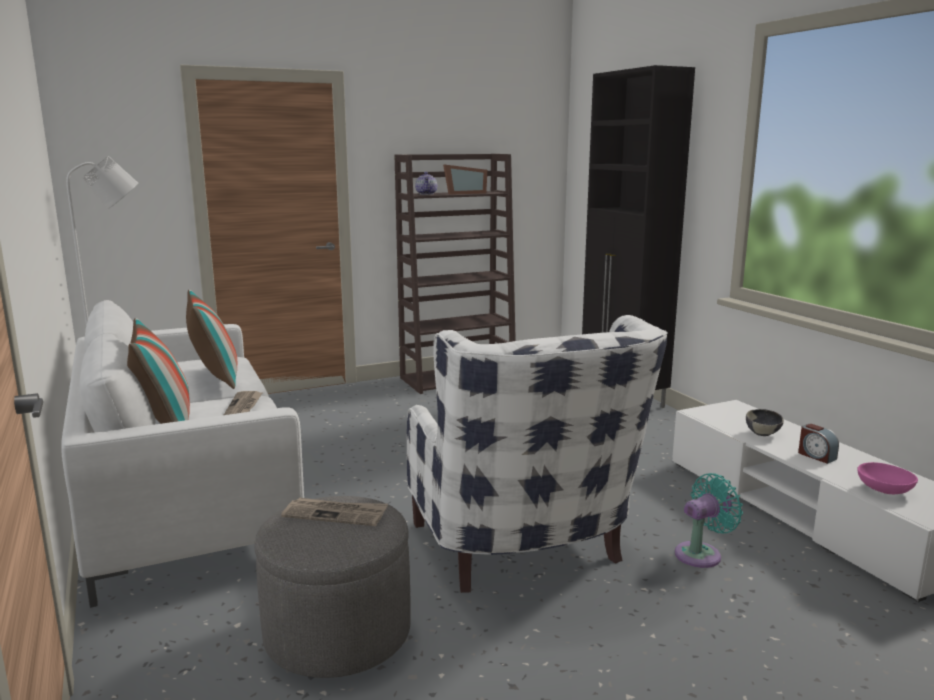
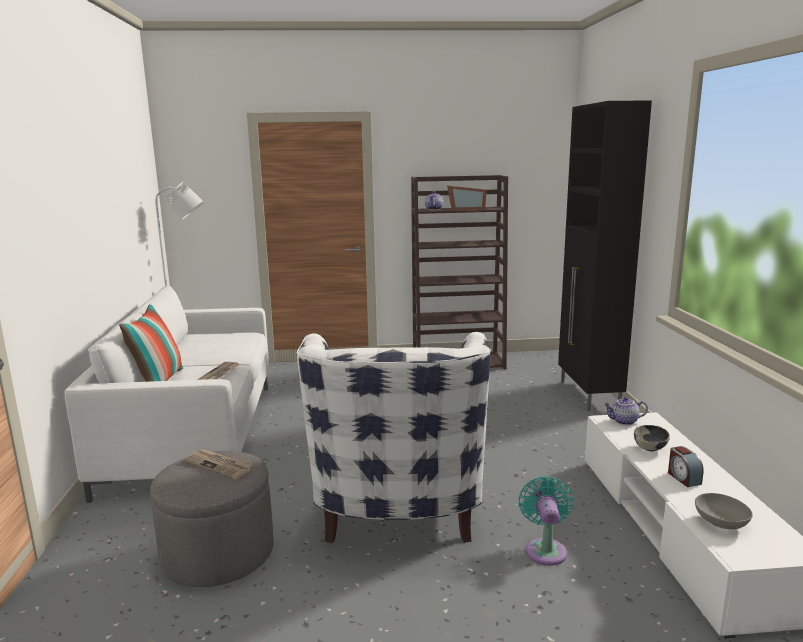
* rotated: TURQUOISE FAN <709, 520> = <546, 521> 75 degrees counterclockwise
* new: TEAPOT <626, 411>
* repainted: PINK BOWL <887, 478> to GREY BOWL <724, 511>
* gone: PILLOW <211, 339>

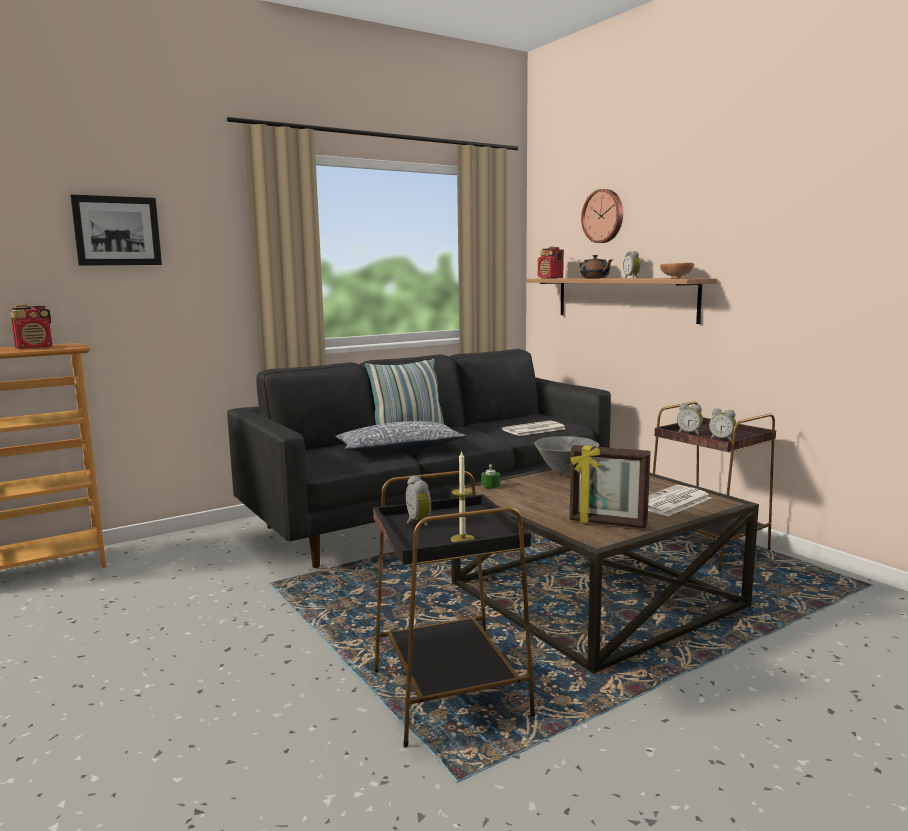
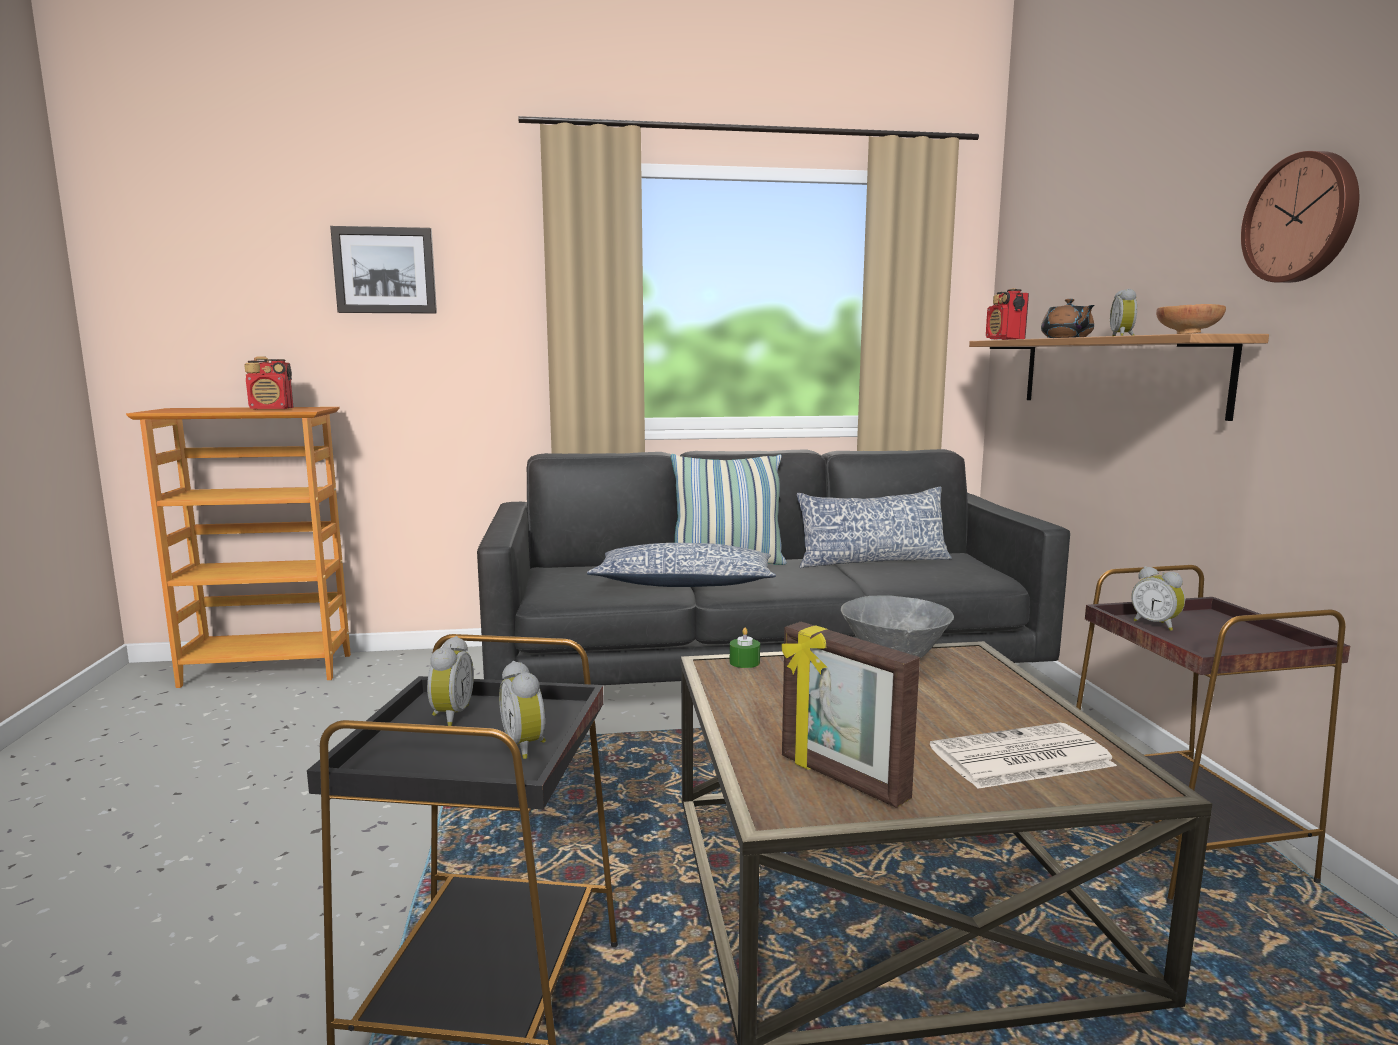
* shifted: ALARM CLOCK <722, 424> to <522, 710>
* new: PILLOW <874, 527>
* shifted: WALL CLOCK <602, 216> to <1300, 217>
* gone: CANDLE <463, 496>
* gone: NEWSPAPER <534, 428>

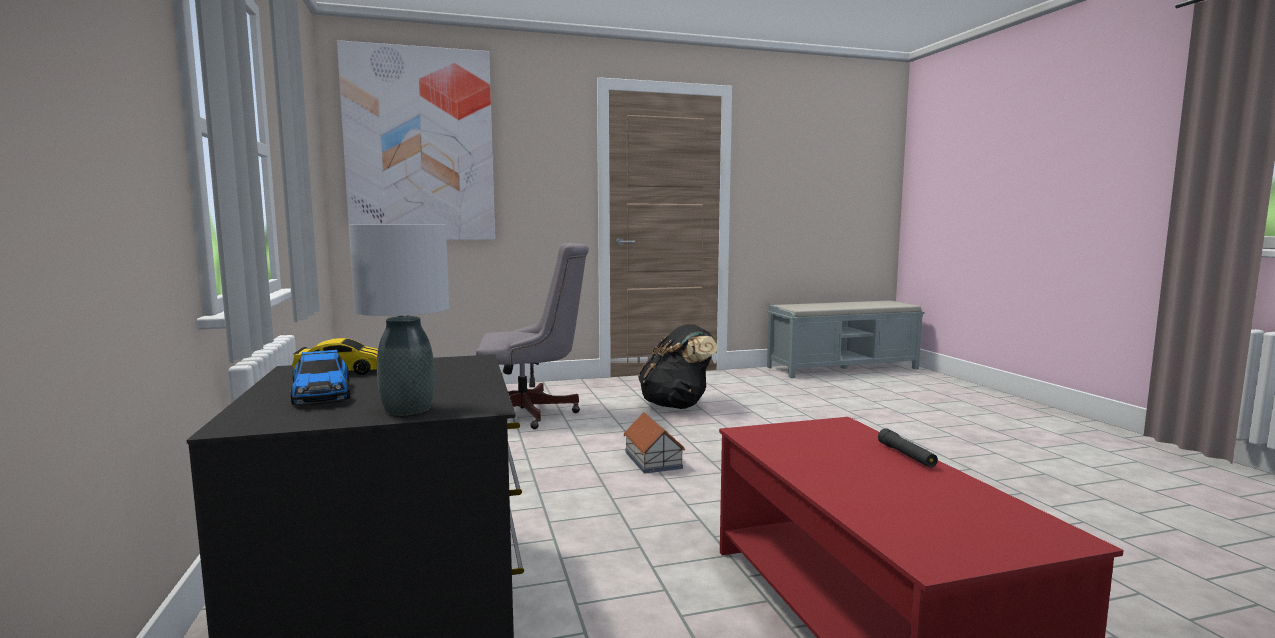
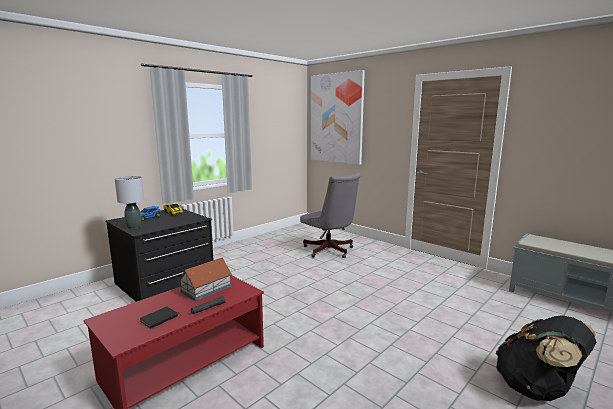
* new: BLACK BOOK <160, 317>
* shifted: TOY HOUSE <654, 443> to <205, 279>
* shifted: BLACK BACKPACK <678, 366> to <546, 358>

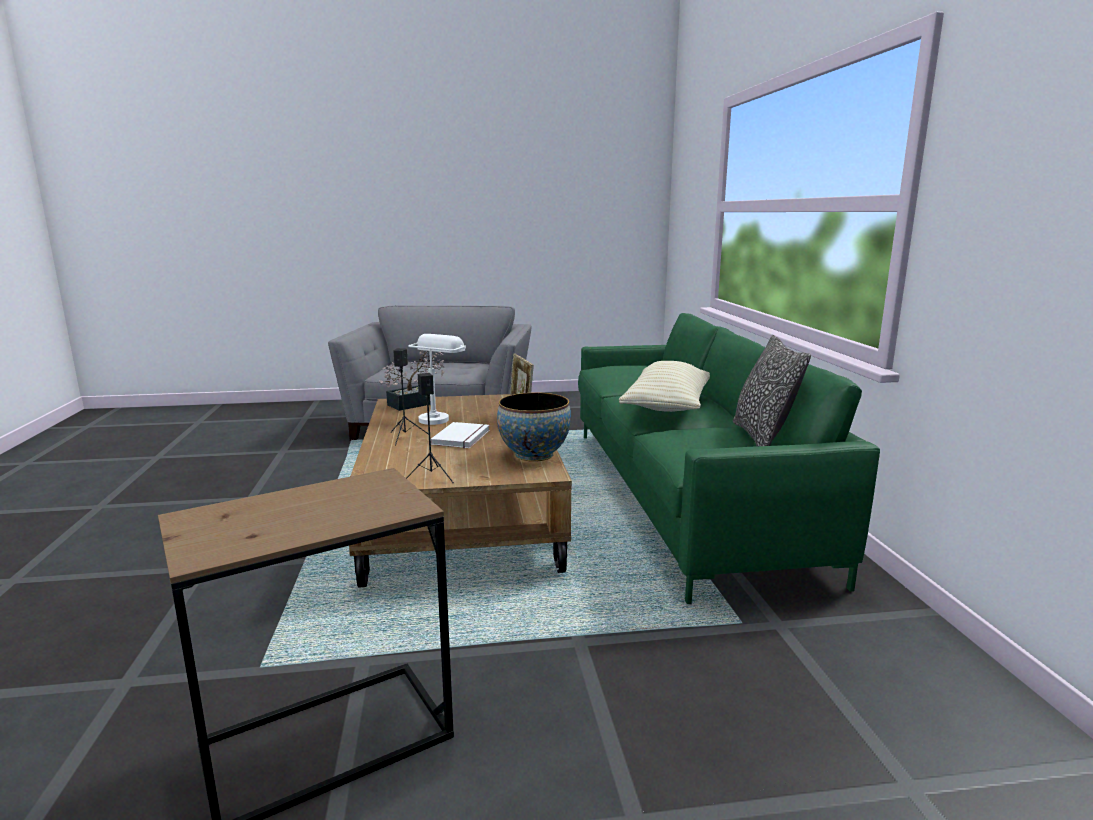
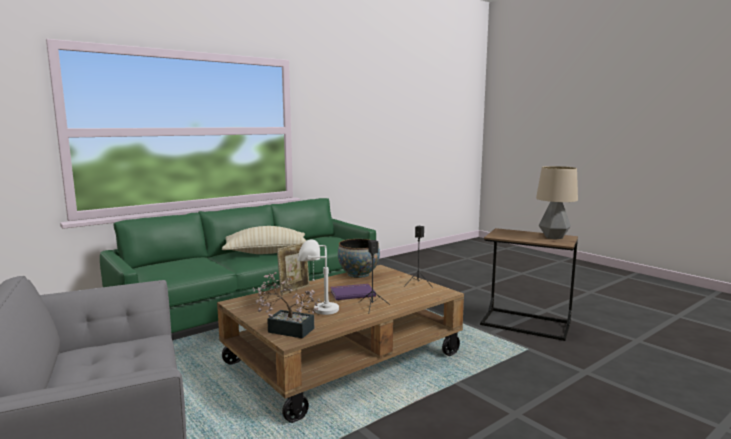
* repainted: WHITE BOOK <460, 435> to PURPLE BOOK <353, 292>
* new: TABLE LAMP <557, 202>
* gone: PILLOW <772, 390>

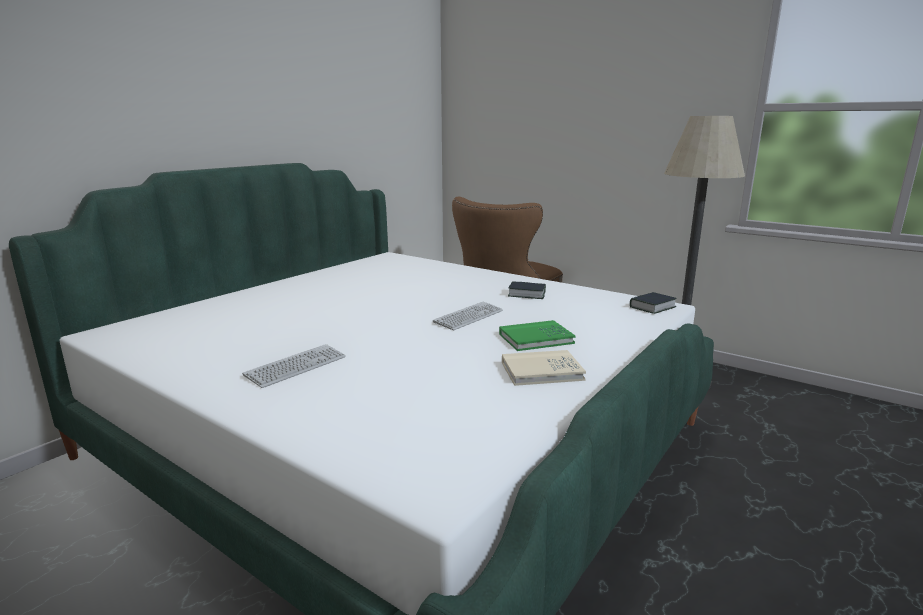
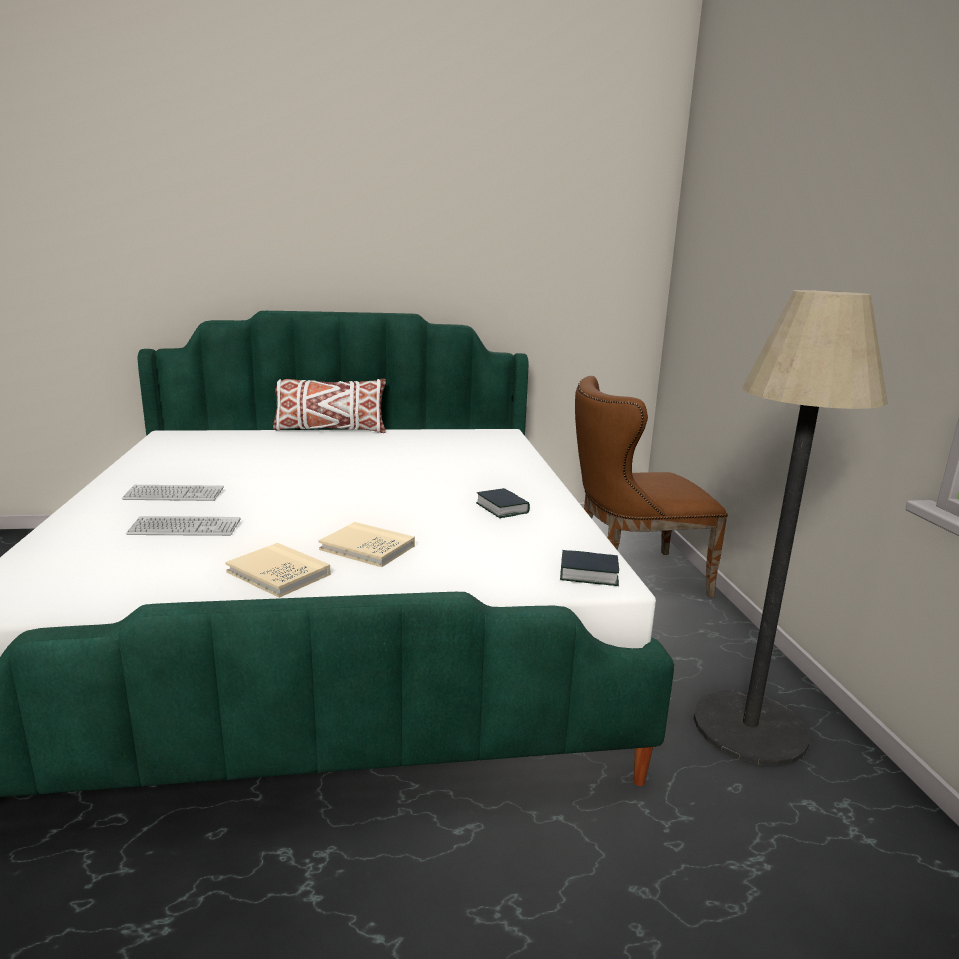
* shifted: KEYBOARD <468, 316> to <183, 526>
* new: WHITE PILLOW <329, 406>
* repainted: GREEN BOOK <537, 335> to BEIGE BOOK <367, 544>

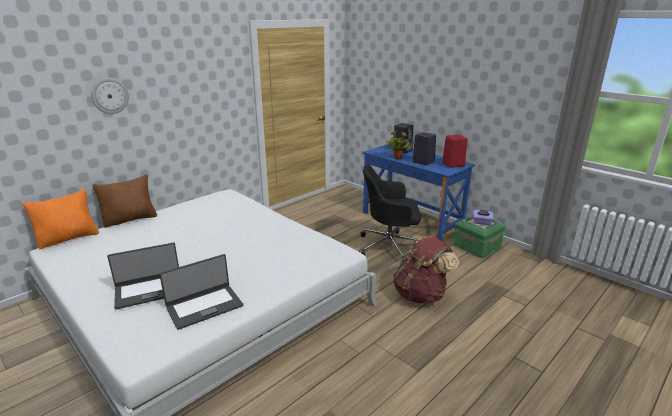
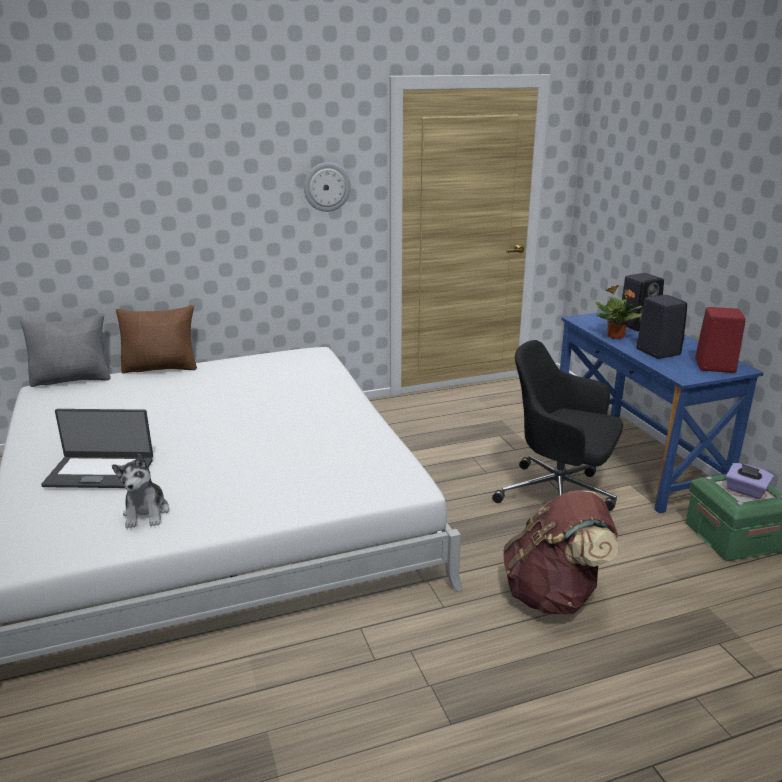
* repainted: ORANGE PILLOW <60, 218> to GREY PILLOW <65, 350>
* swapped: LAPTOP <201, 292> to PLUSH TOY <140, 491>
* shifted: WALL CLOCK <110, 96> to <327, 187>

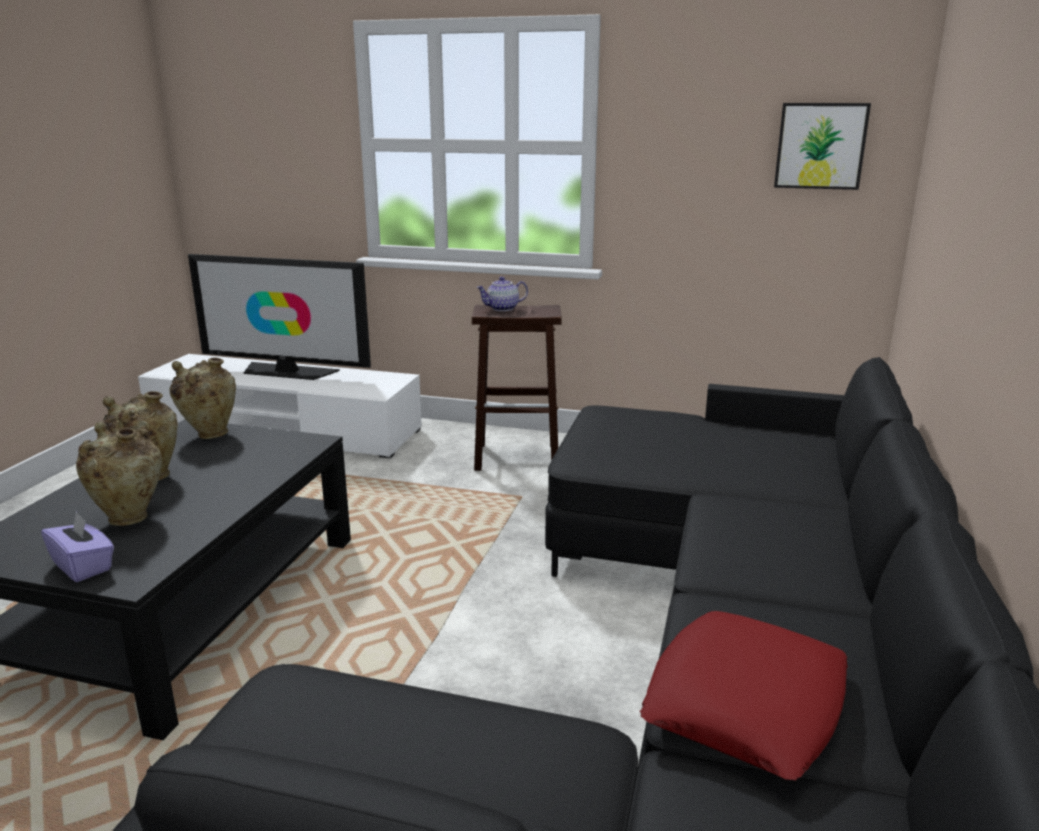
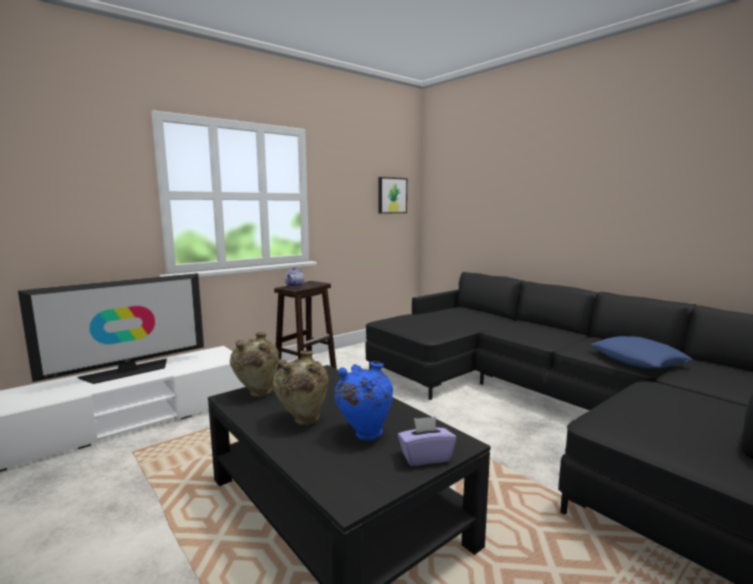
* repainted: BEIGE VASE <119, 473> to BLUE VASE <364, 401>
* repainted: RED PILLOW <744, 695> to BLUE PILLOW <642, 352>

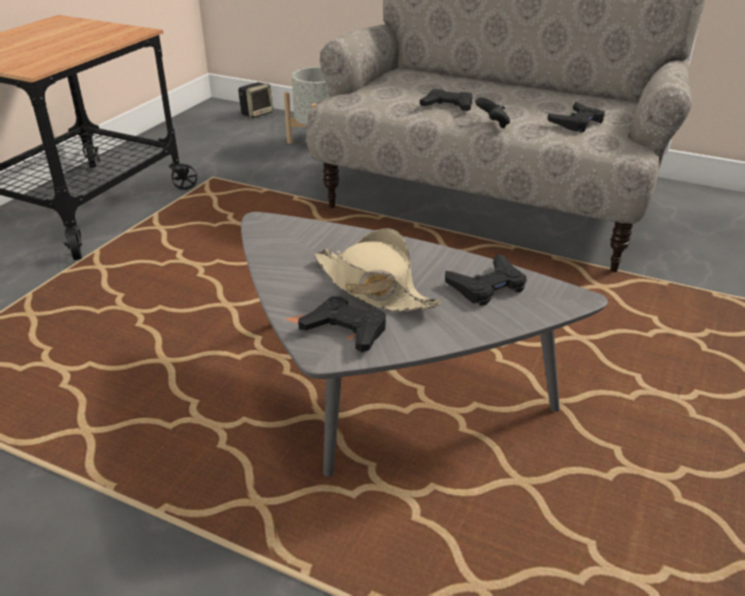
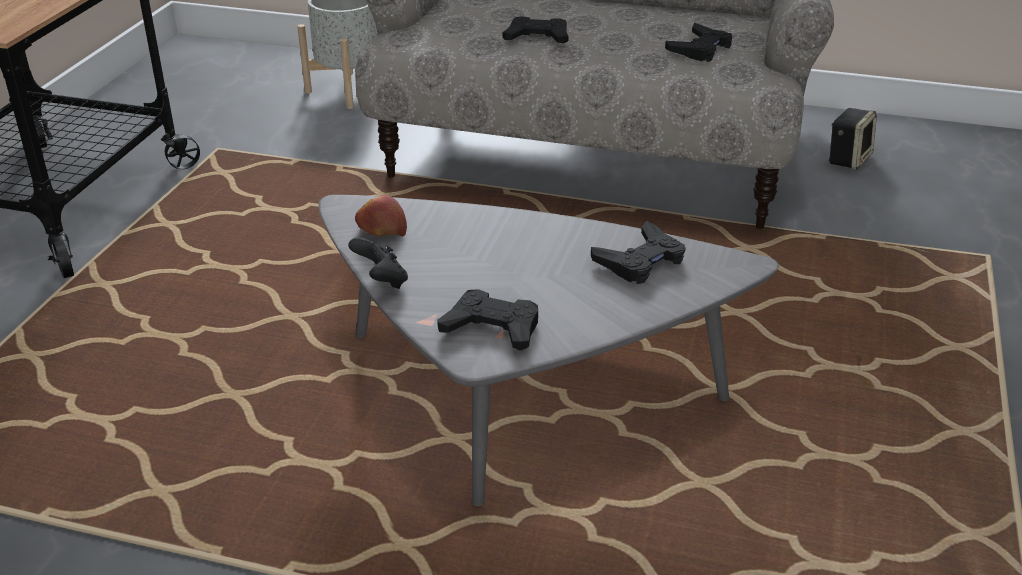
* shifted: BLACK GAME CONTROLLER <492, 113> to <378, 263>
* new: APPLE <381, 216>
* shifted: SPEAKER <255, 100> to <853, 139>
* gone: BEIGE HAT <378, 270>

